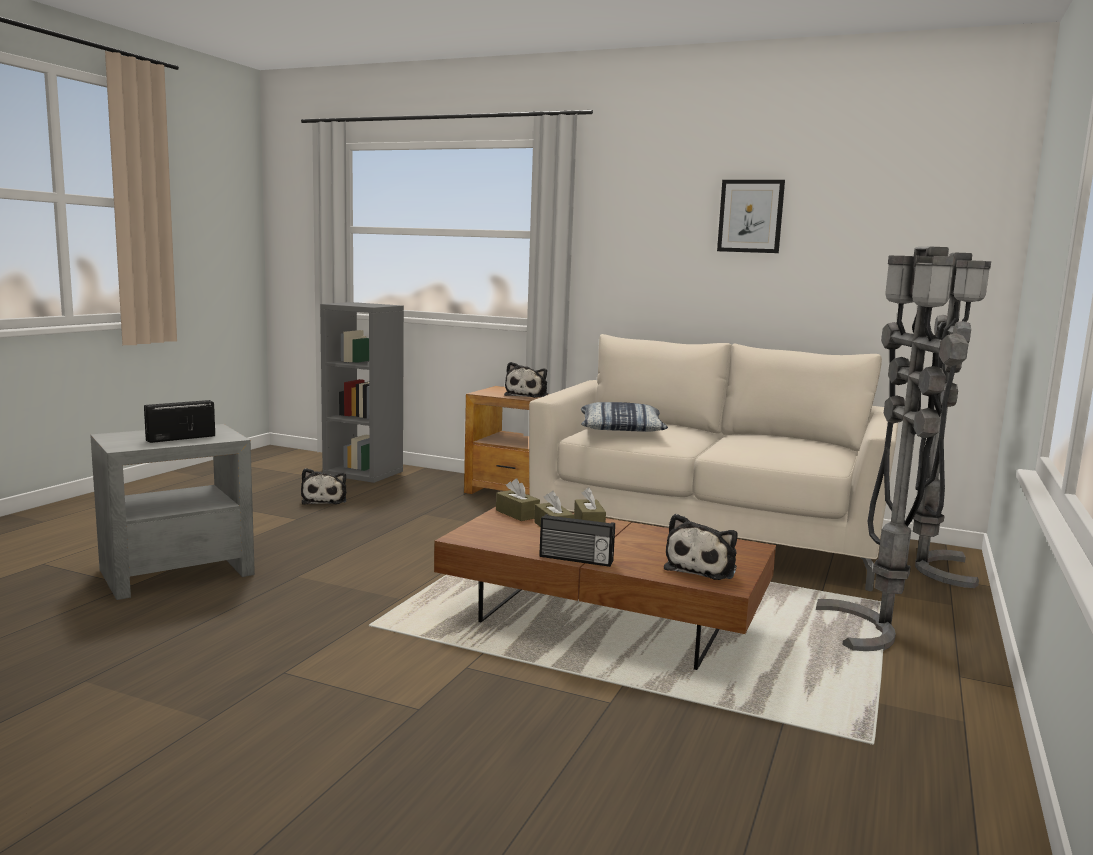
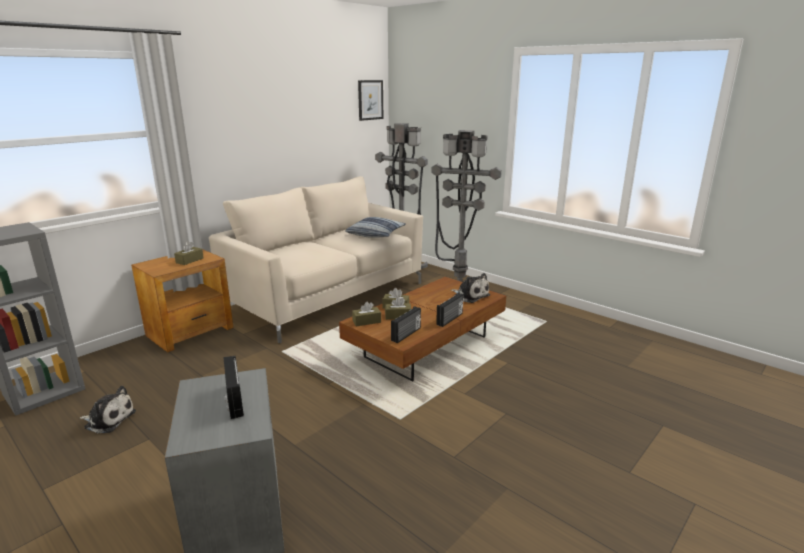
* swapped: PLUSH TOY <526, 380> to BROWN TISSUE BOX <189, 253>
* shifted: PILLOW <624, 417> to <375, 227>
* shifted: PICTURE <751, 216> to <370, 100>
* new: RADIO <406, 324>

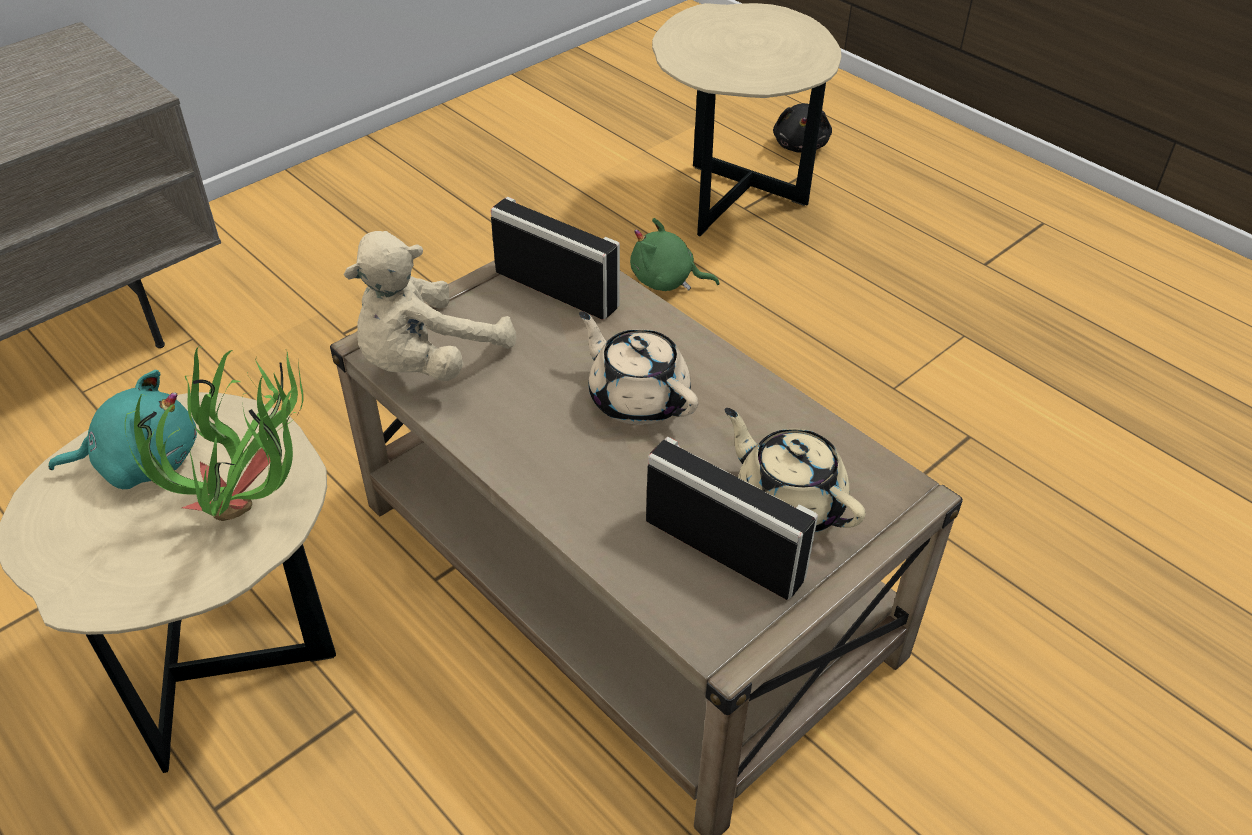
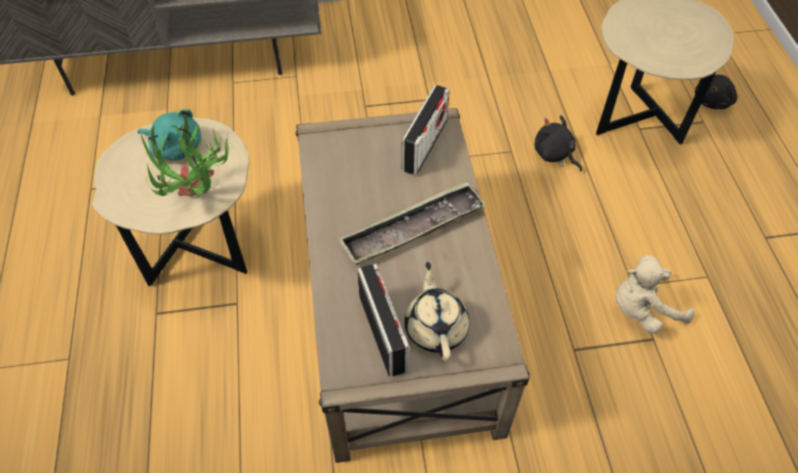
* swapped: BEIGE TEAPOT <638, 368> to TRAY <412, 223>
* rotated: RADIO <555, 258> = <425, 130> 45 degrees clockwise
* repainted: GREEN PLUSH TOY <674, 254> to BLACK PLUSH TOY <558, 143>
* shifted: BEIGE PLUSH TOY <430, 306> to <655, 294>

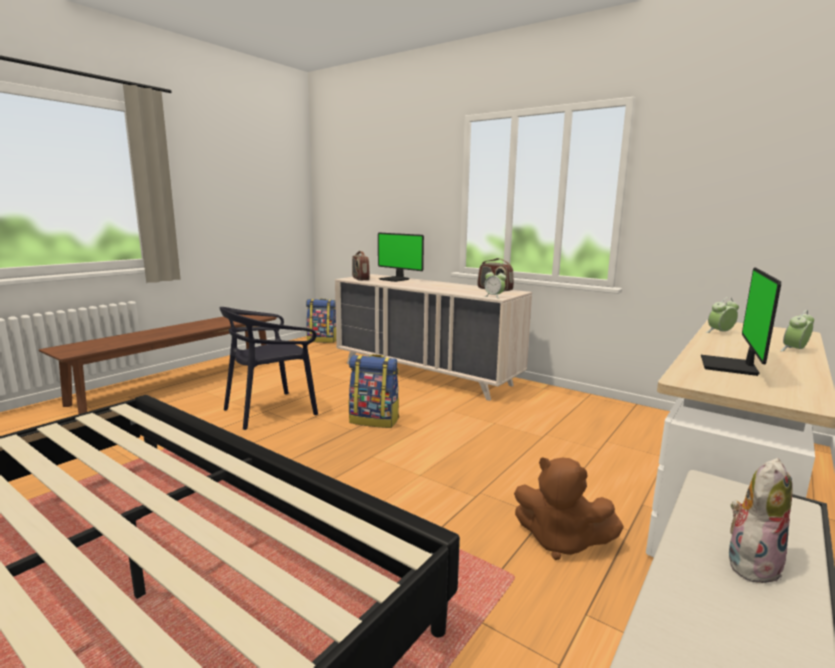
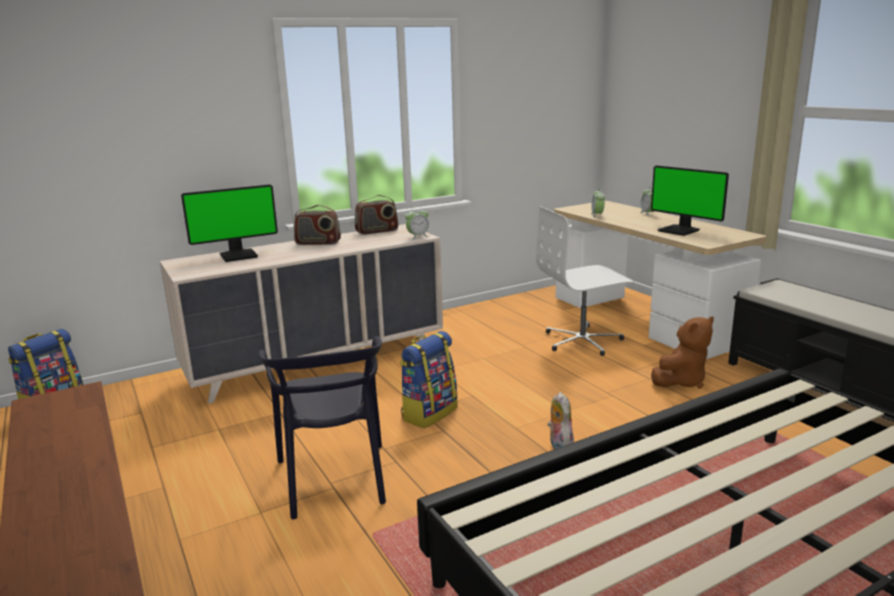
* shifted: RADIO <361, 266> to <317, 225>
* new: WHITE OFFICE CHAIR <585, 281>
* shifted: PLUSH TOY <761, 520> to <560, 420>

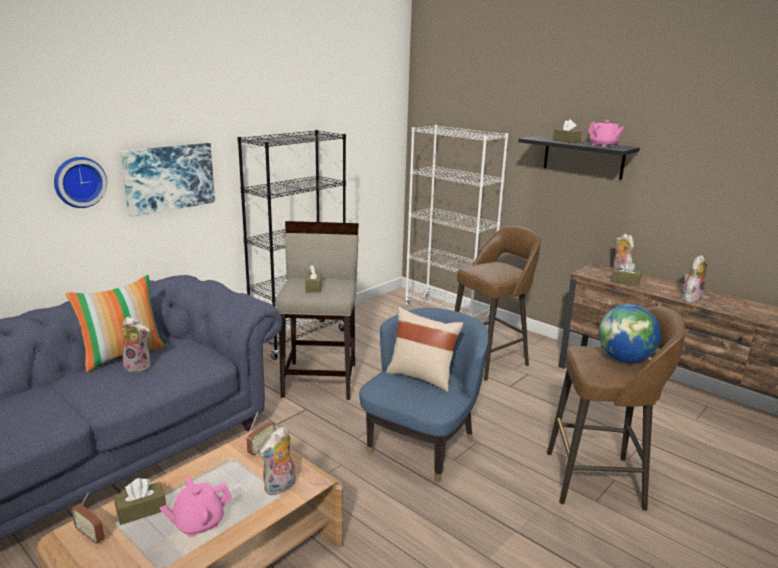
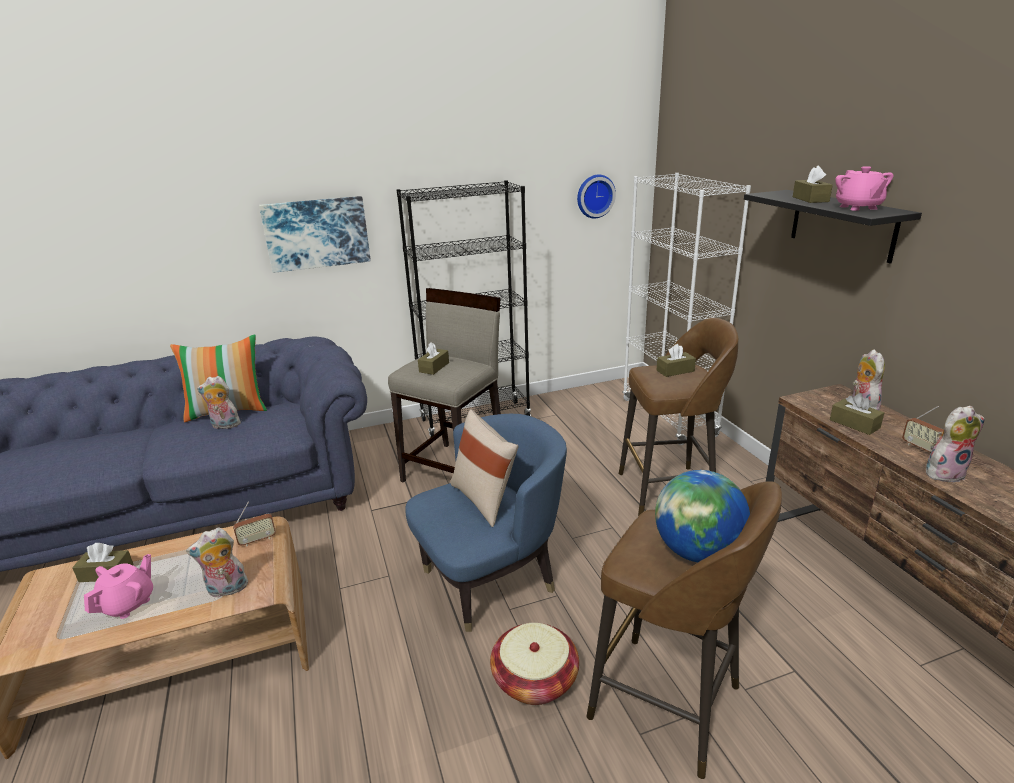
* rotated: PINK TEAPOT <196, 507> = <118, 586> 120 degrees clockwise
* rotated: PLUSH TOY <136, 345> = <219, 402> 135 degrees clockwise
* new: BASKET <534, 664>
* shifted: WALL CLOCK <80, 182> to <596, 196>
* new: BROWN TISSUE BOX <676, 360>
* shifted: RADIO <88, 518> to <923, 429>

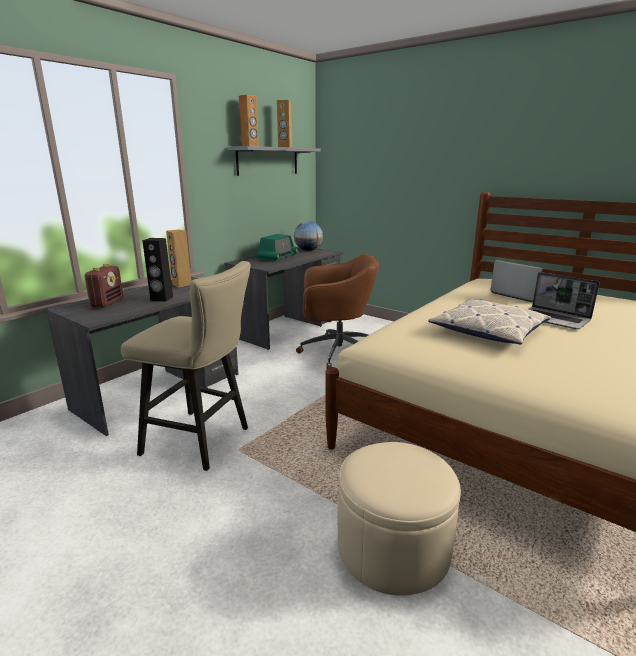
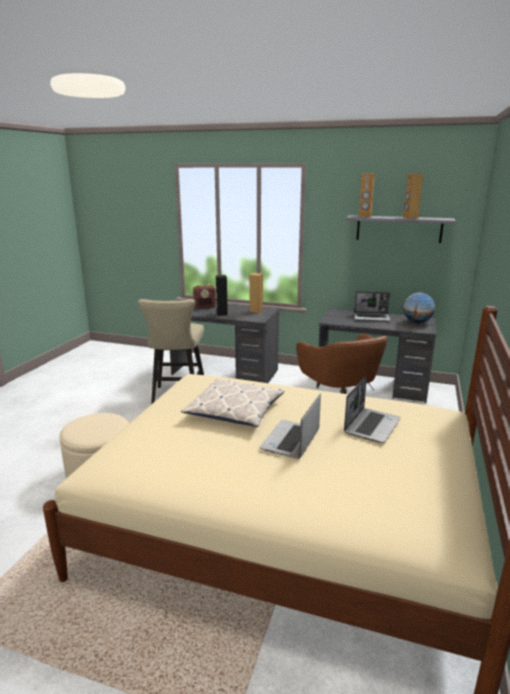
* swapped: RADIO <278, 247> to LAPTOP <372, 306>

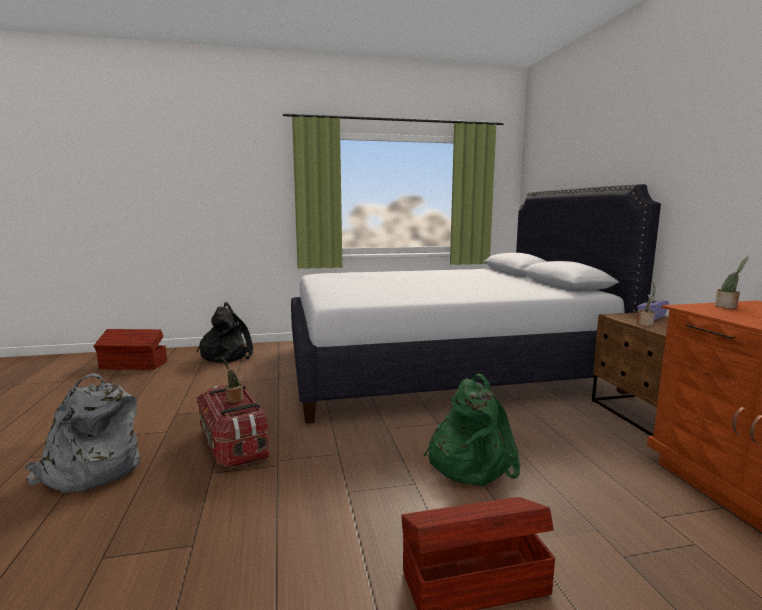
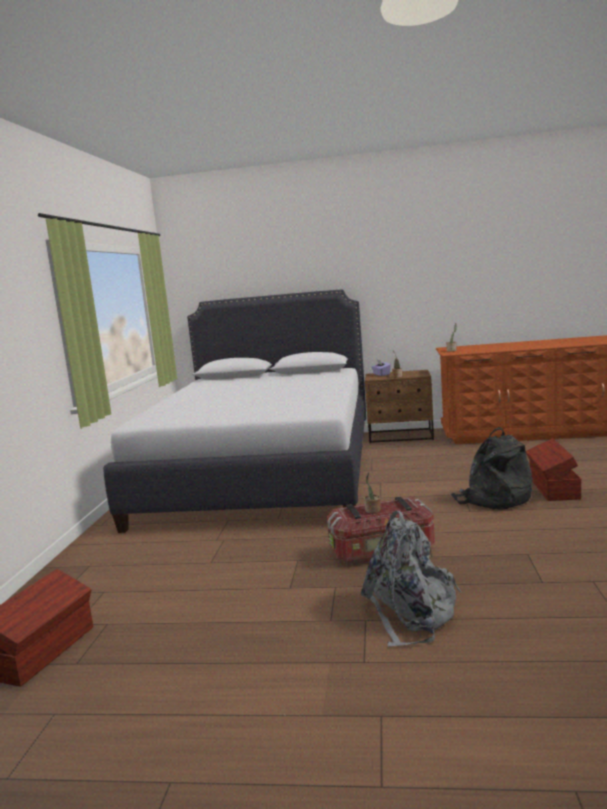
* shifted: BLACK BACKPACK <225, 332> to <492, 468>
* gone: GREEN BACKPACK <472, 430>

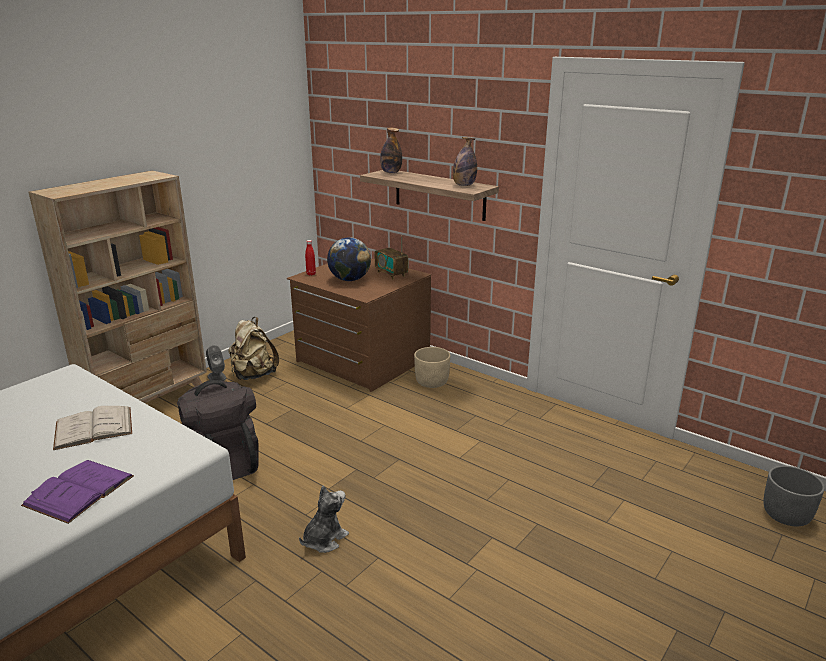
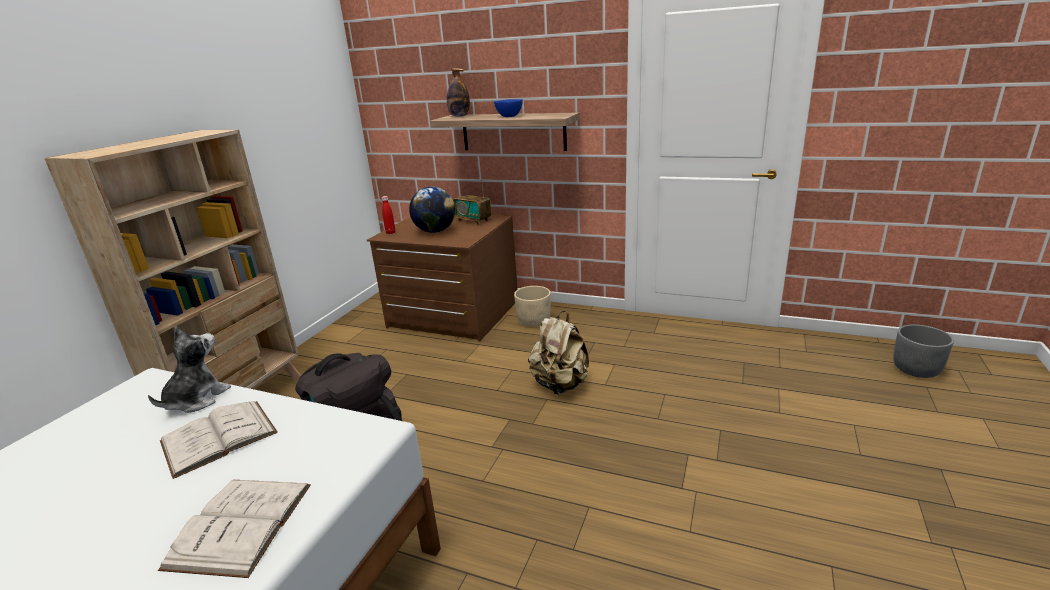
* shifted: PLUSH TOY <324, 519> to <189, 369>
* repainted: PURPLE BOOK <77, 492> to WHITE BOOK <234, 529>
* new: BLUE BOWL <508, 108>
* shifted: BEIGE BACKPACK <253, 348> to <558, 352>
* gone: GREY SPEAKER <216, 363>
* gone: BOTTLE <465, 161>

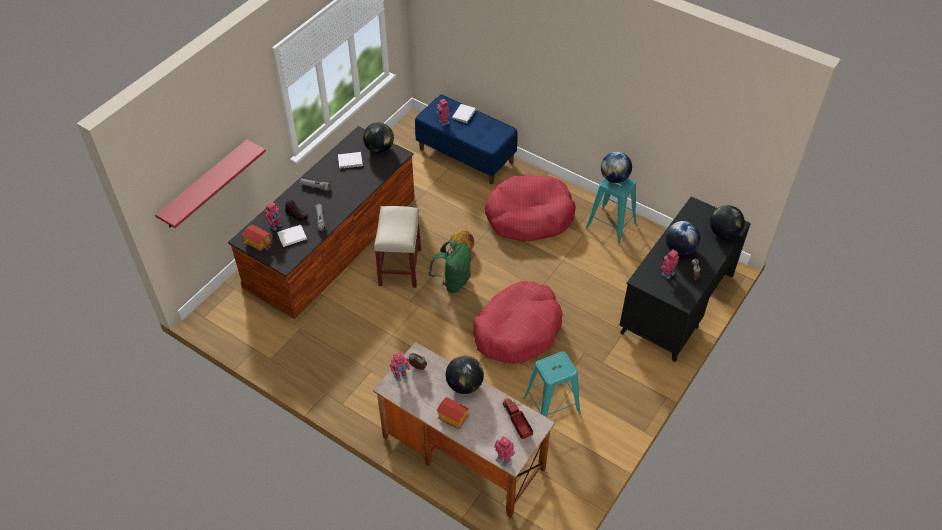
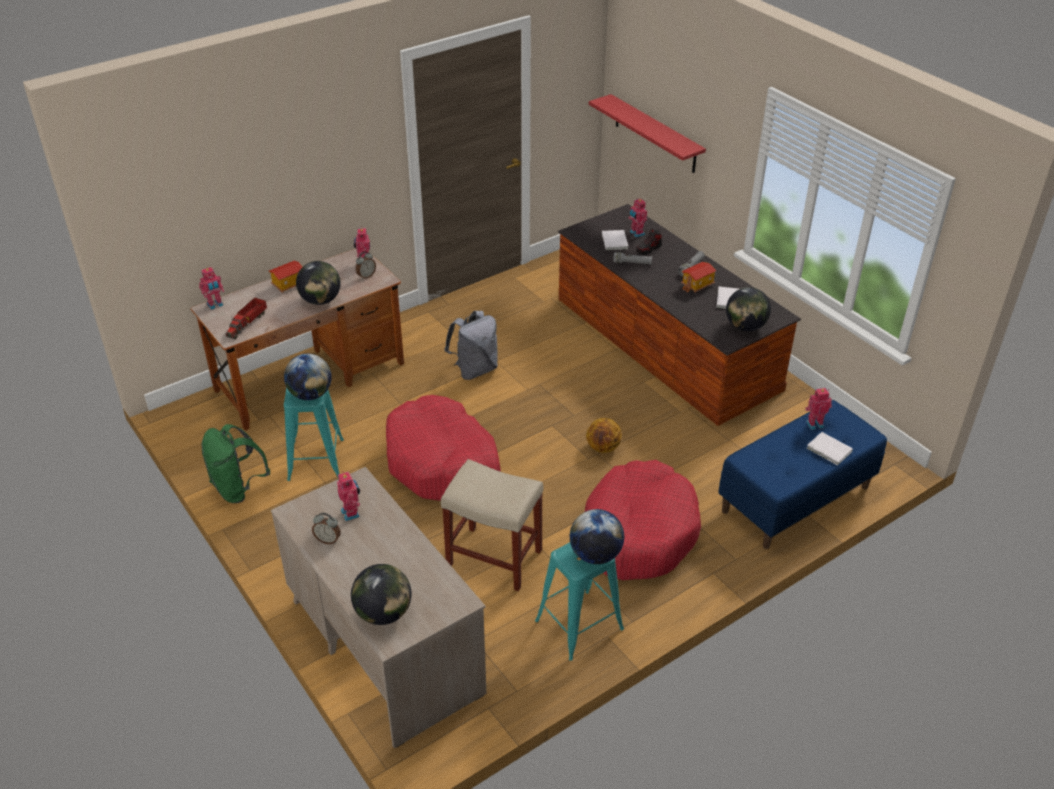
* shifted: GREEN BACKPACK <449, 266> to <236, 463>
* rotated: TOY TRUCK <517, 418> = <246, 318> 120 degrees clockwise
* repainted: BLACK DESK <685, 279> to BEIGE DESK <378, 607>
* shifted: GLOBE <683, 238> to <308, 377>
* shifted: BEIGE STOOL <397, 247> to <492, 525>
* new: GREY BACKPACK <471, 345>
* shifted: TOY HOUSE <256, 238> to <699, 277>

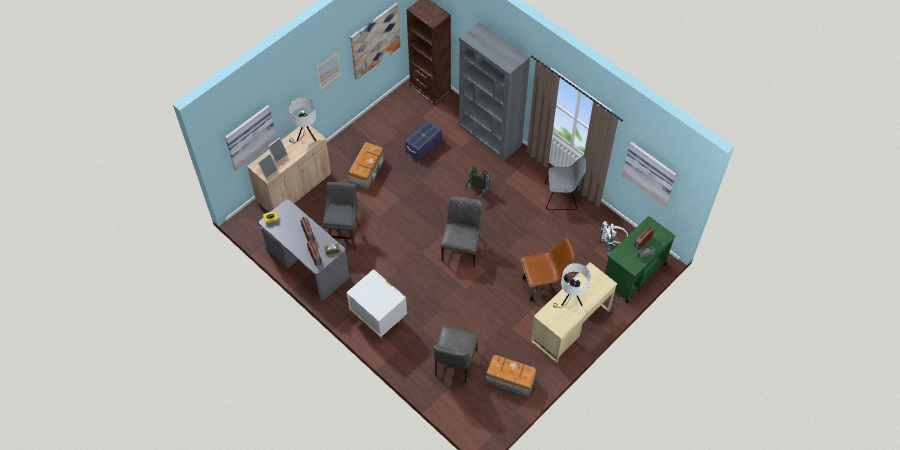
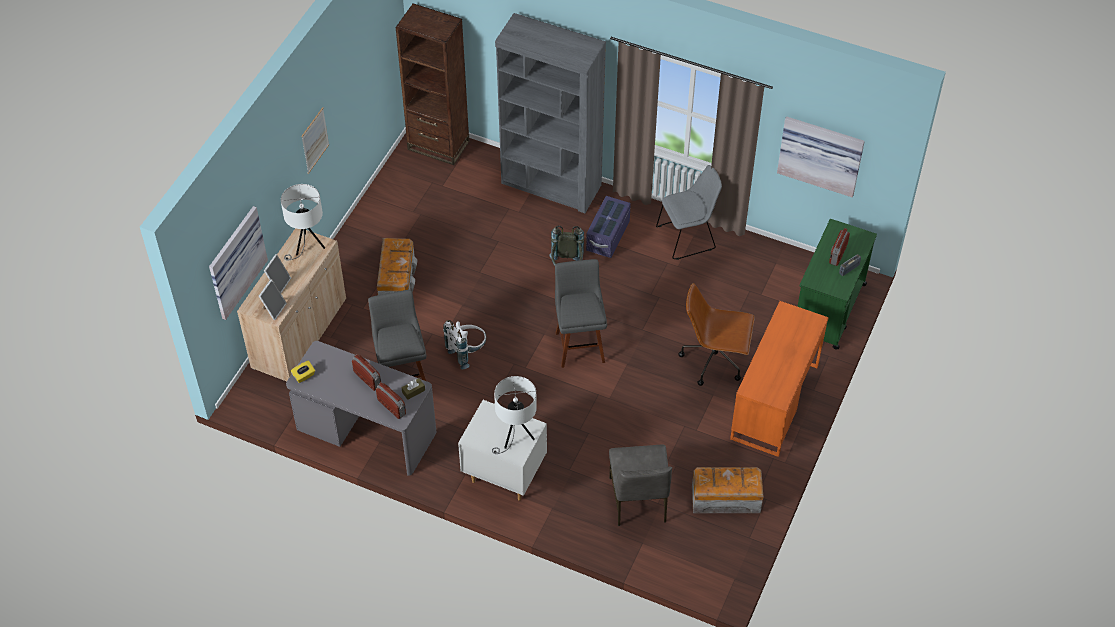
* shifted: WHITE BACKPACK <614, 237> to <464, 344>
* shifted: WHITE TABLE LAMP <572, 285> to <514, 415>
* swapped: GREY CHAIR <461, 231> to GREY STOOL <581, 313>
* shifted: PURPLE STORAGE BOX <423, 140> to <608, 227>
* rotated: BROWN OFFICE CHAIR <547, 269> = <716, 334> 135 degrees counterclockwise
* repainted: BEIGE DESK <574, 312> to ORANGE DESK <779, 379>
* gone: PICTURE <375, 41>

